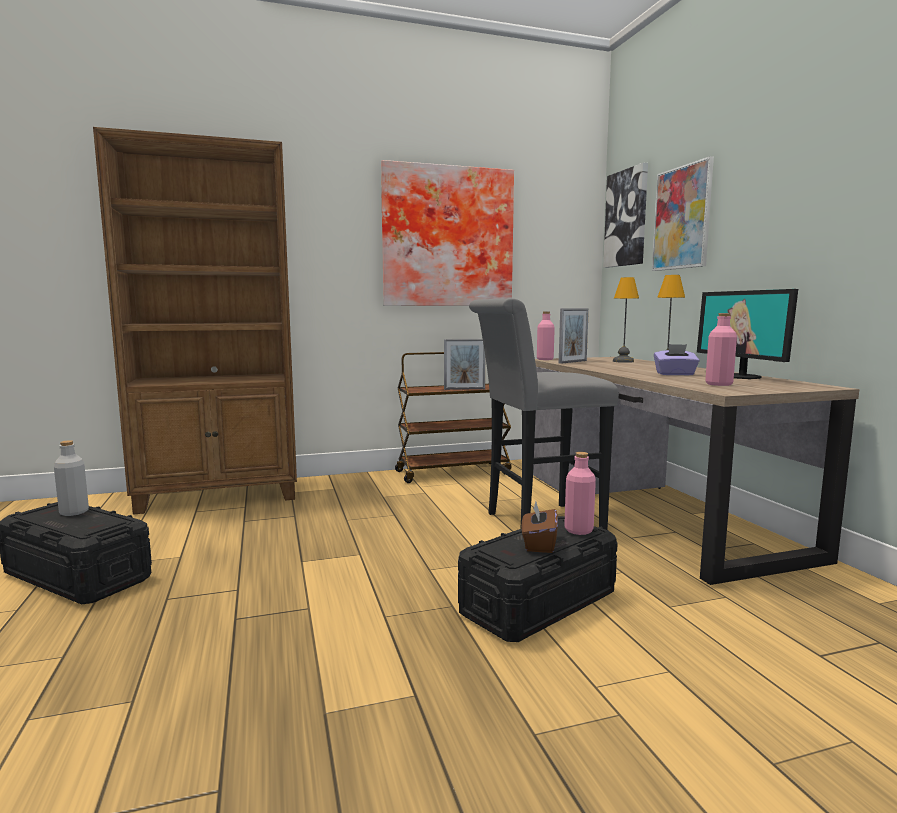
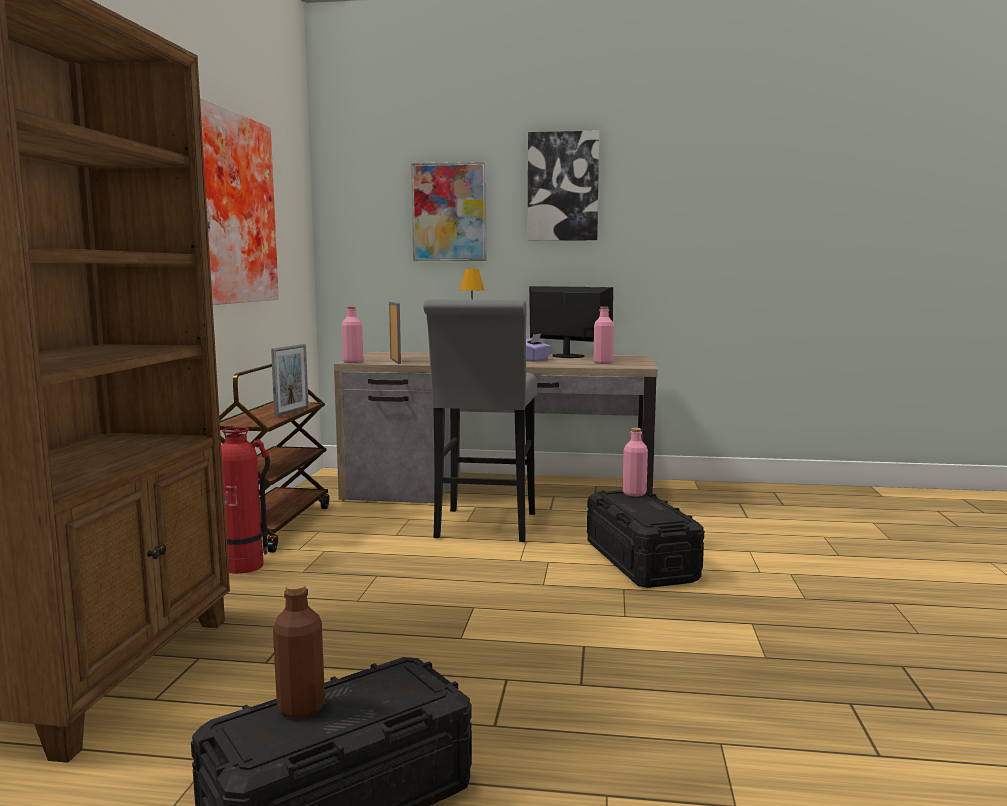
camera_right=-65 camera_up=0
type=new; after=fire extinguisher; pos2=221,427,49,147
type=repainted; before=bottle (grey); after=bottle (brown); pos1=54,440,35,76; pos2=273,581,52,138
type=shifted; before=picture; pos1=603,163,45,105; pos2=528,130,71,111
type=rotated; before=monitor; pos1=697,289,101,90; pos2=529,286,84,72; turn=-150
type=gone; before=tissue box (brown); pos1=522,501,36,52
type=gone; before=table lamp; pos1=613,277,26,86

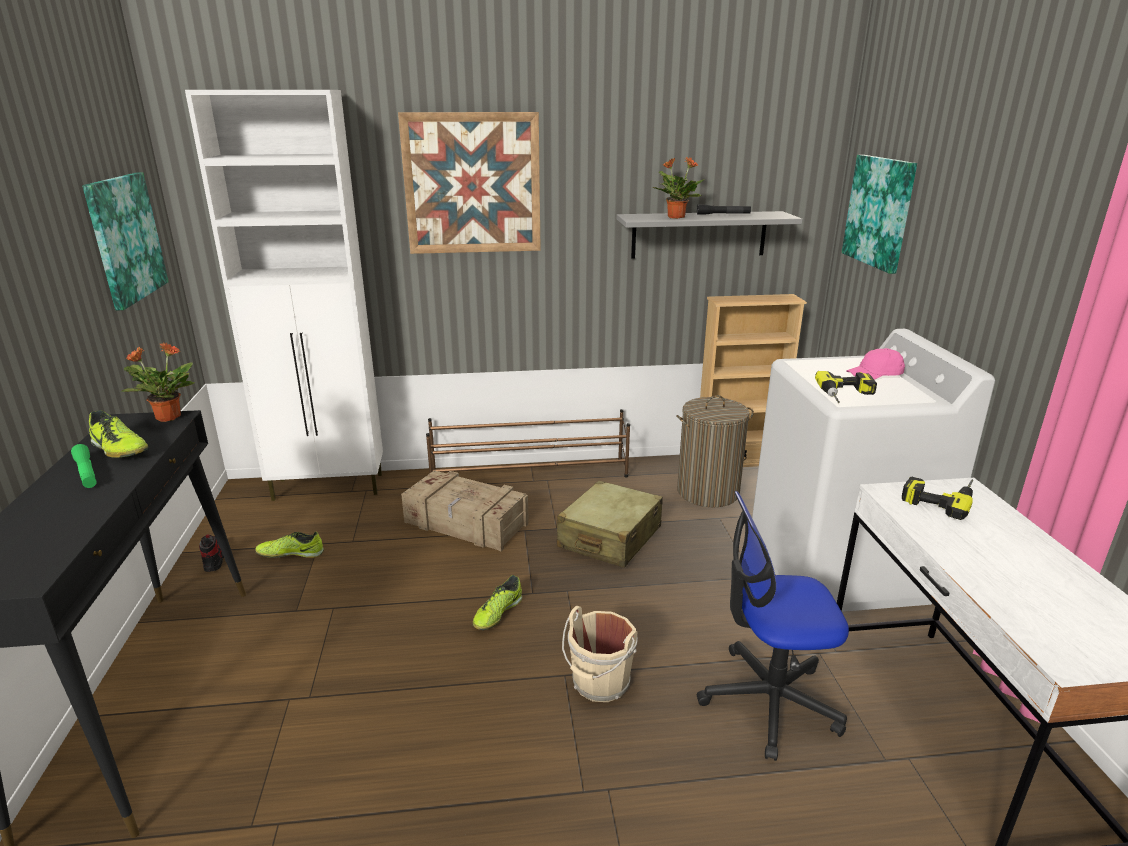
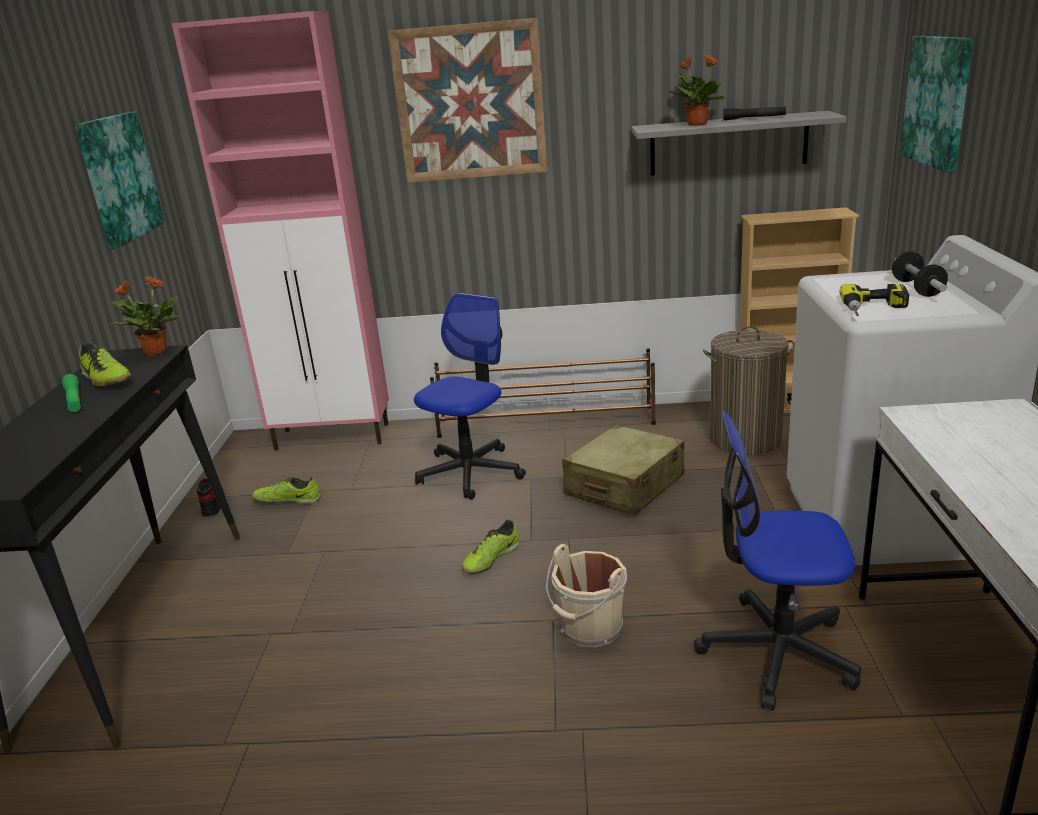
camera_right=10 camera_up=0
type=repainted; before=cabinet (white); after=cabinet (pink); pos1=185,90,198,411; pos2=172,11,217,440
type=swapped; before=crate; after=office chair; pos1=401,470,128,81; pos2=414,293,112,207
type=swapped; before=cap (pink); after=dumbbell; pos1=846,348,59,32; pos2=892,251,56,46
type=gone; before=power drill; pos1=902,477,72,43

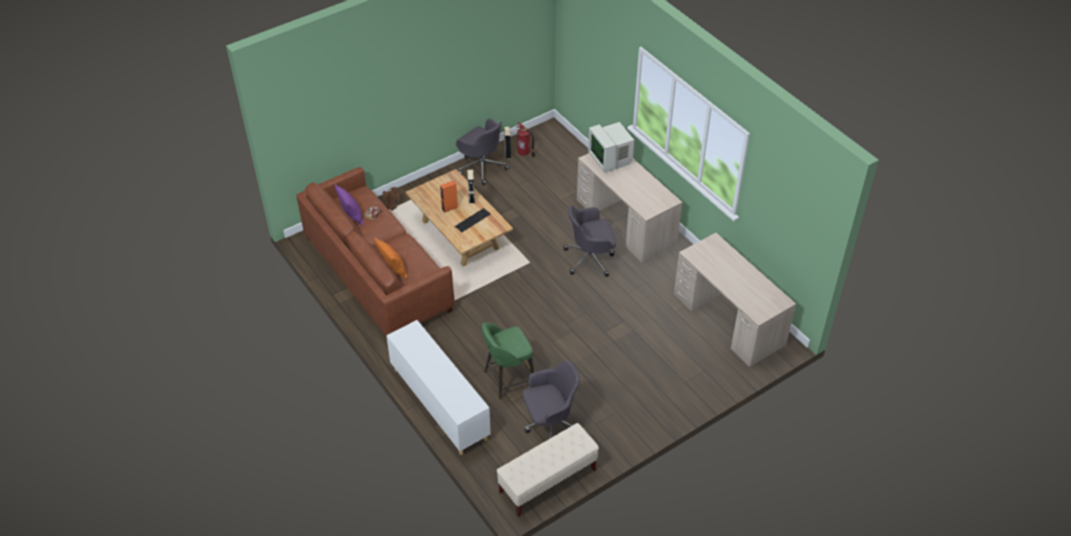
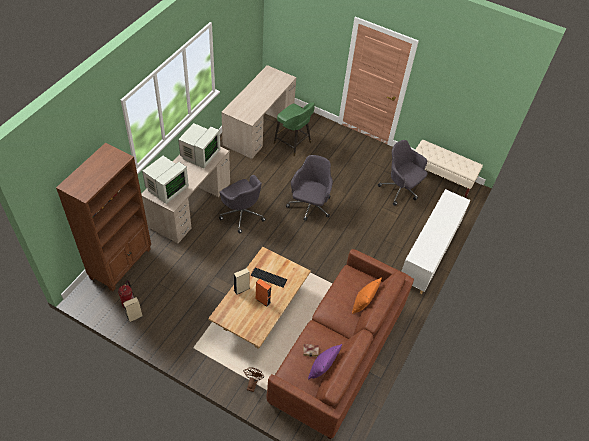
camera_right=-120 camera_up=5
type=new; after=bookcase (brown); pos2=56,143,95,148
type=new; after=monitor; pos2=178,123,42,45
type=shifted; before=stool (green); pos1=482,323,52,77; pos2=274,102,41,54
type=shifted; before=office chair (grey); pos1=456,119,53,66; pos2=286,155,47,66

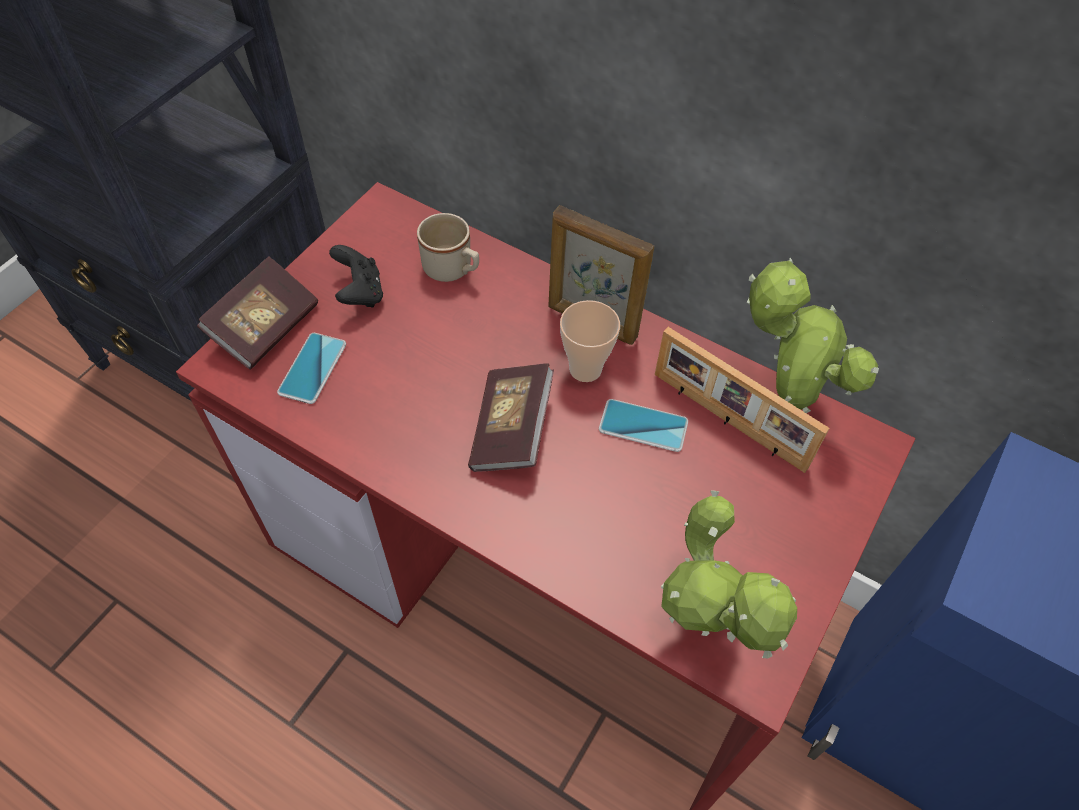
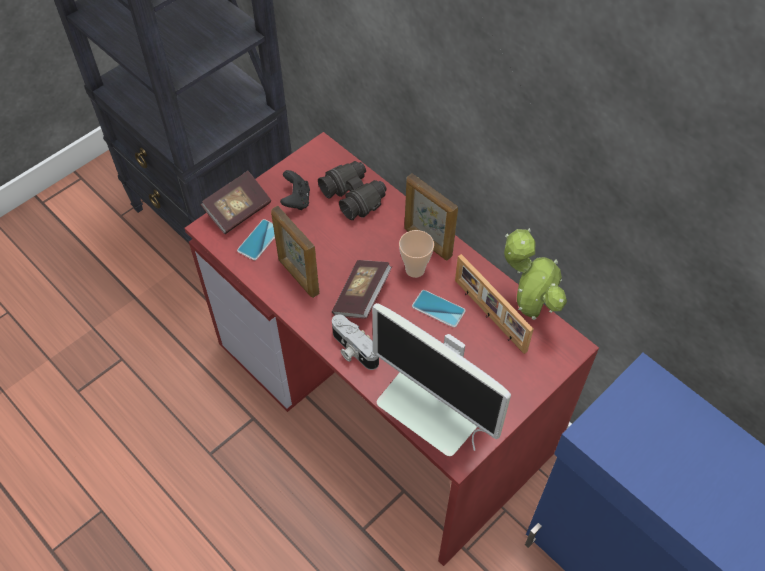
camera_right=15 camera_up=0
type=new; after=picture frame; pos2=271,206,49,92
type=swapped; before=mug (beige); after=binoculars (black); pos1=417,213,62,69; pos2=318,161,69,59
type=new; after=photo camera; pos2=332,314,47,56
type=swapped; before=potted plant; after=monitor; pos1=661,490,136,168; pos2=372,303,139,153

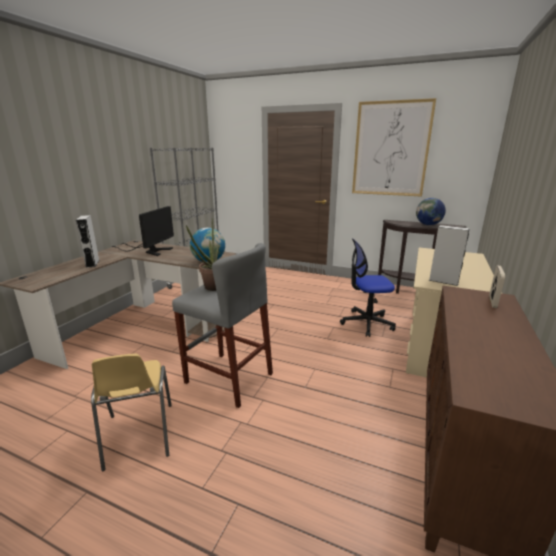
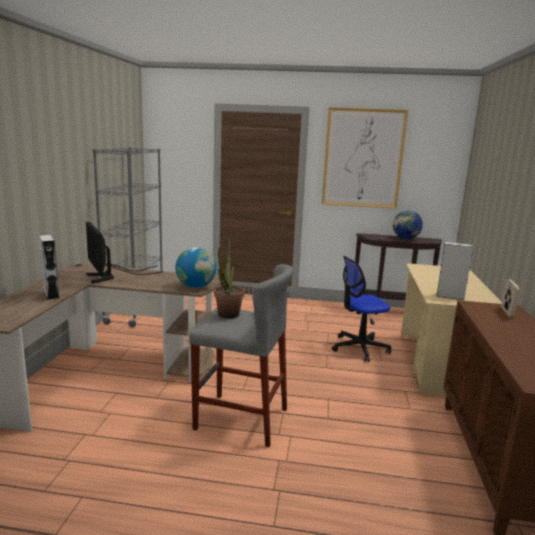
camera_right=-15 camera_up=-5
type=rotated; before=monitor; pos1=112,206,62,50; pos2=86,222,77,62; turn=150
type=gone; before=chair (yellow); pos1=91,354,81,117

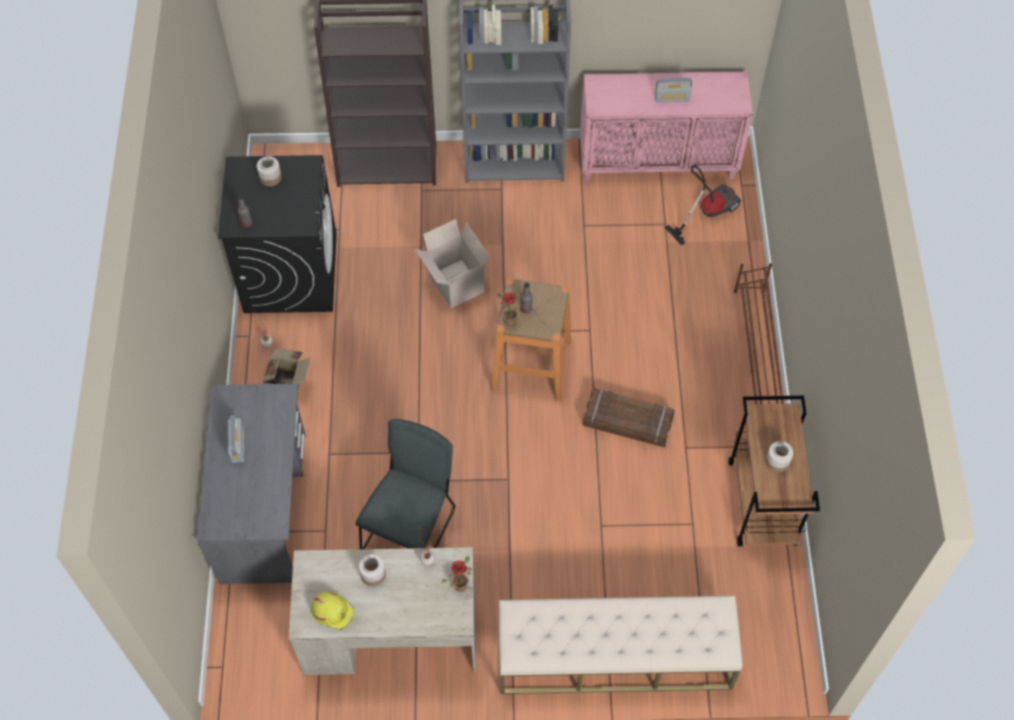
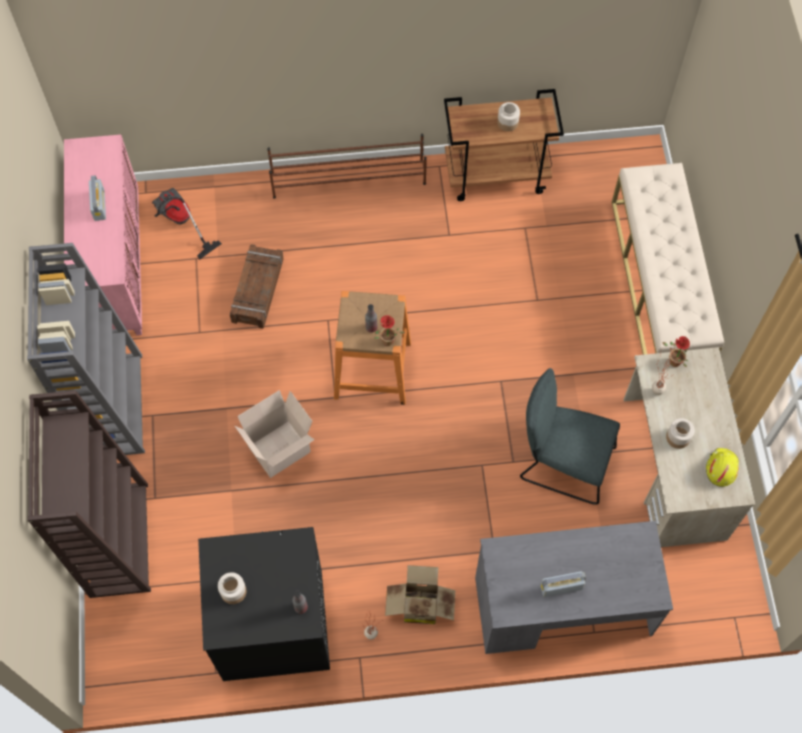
camera_right=-95 camera_up=5
type=shifted; before=crate; pos1=582,388,93,59; pos2=230,244,54,85

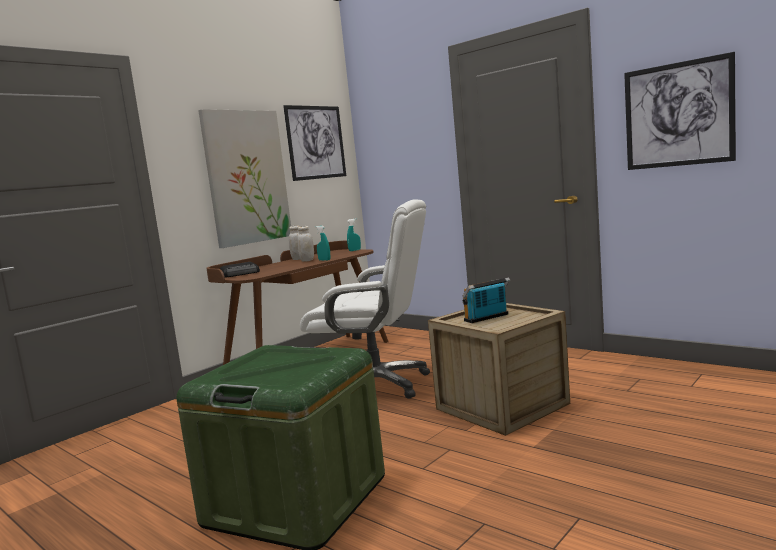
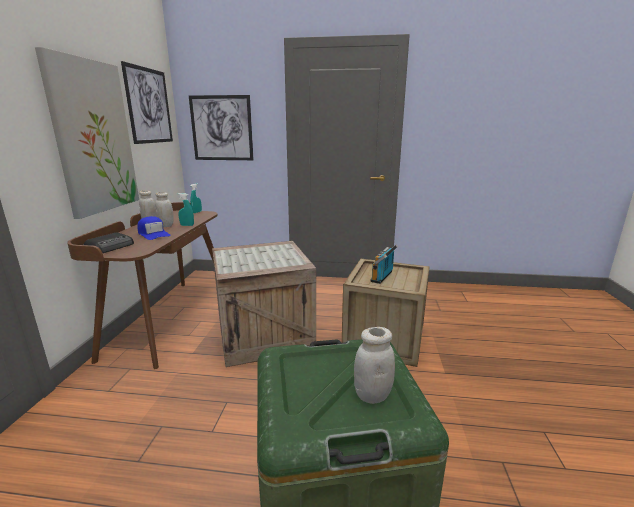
camera_right=-35 camera_up=10
type=new; after=cap (blue); pos2=137,216,34,24
type=shifted; before=picture; pos1=624,52,112,118; pos2=189,95,65,65
type=swapped; before=office chair (white); after=crate; pos1=300,200,130,199; pos2=212,241,104,126
type=new; after=jar (white); pos2=354,327,41,77

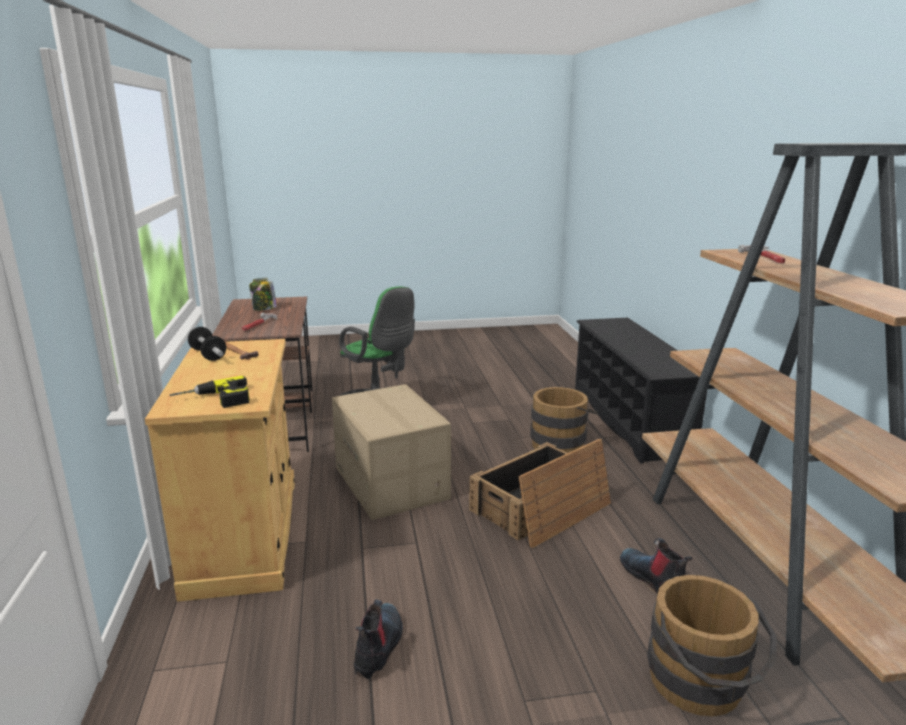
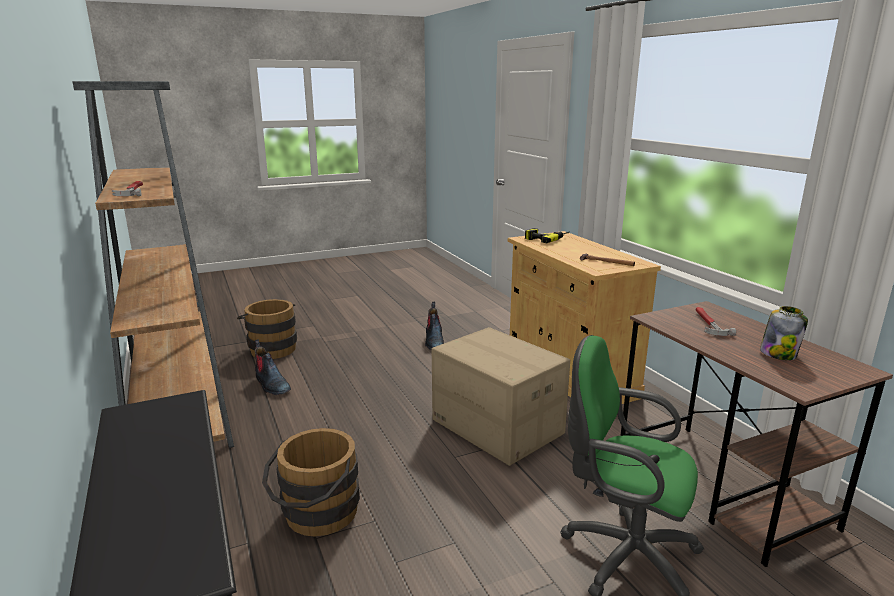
camera_right=165 camera_up=0
type=gone; before=dumbbell; pos1=188,327,38,34
type=gone; before=crate; pos1=469,439,142,109

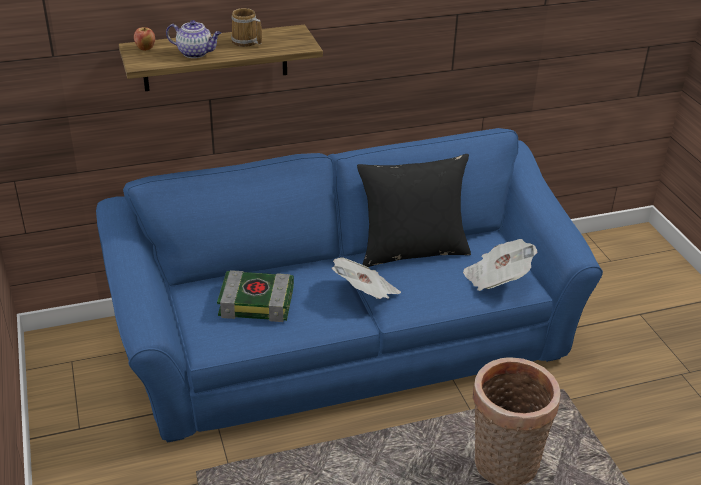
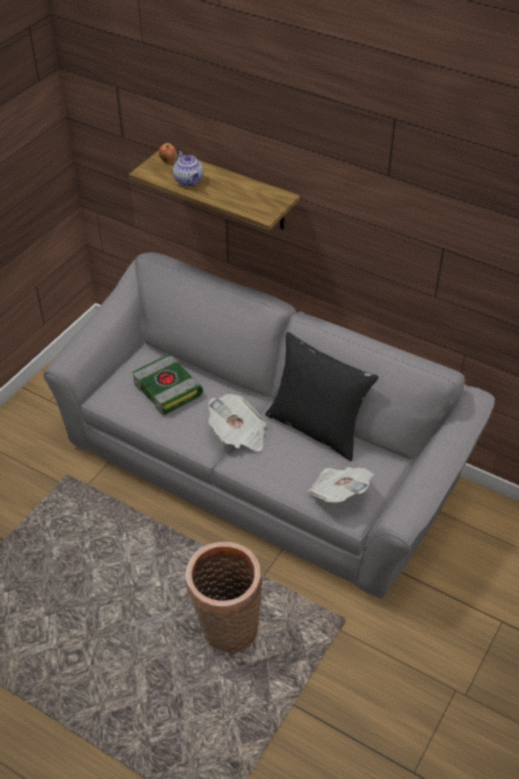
camera_right=50 camera_up=10
type=repainted; before=sofa (blue); after=sofa (grey); pos1=96,128,507,315; pos2=43,252,452,347
type=gone; before=mug; pos1=231,8,31,39

